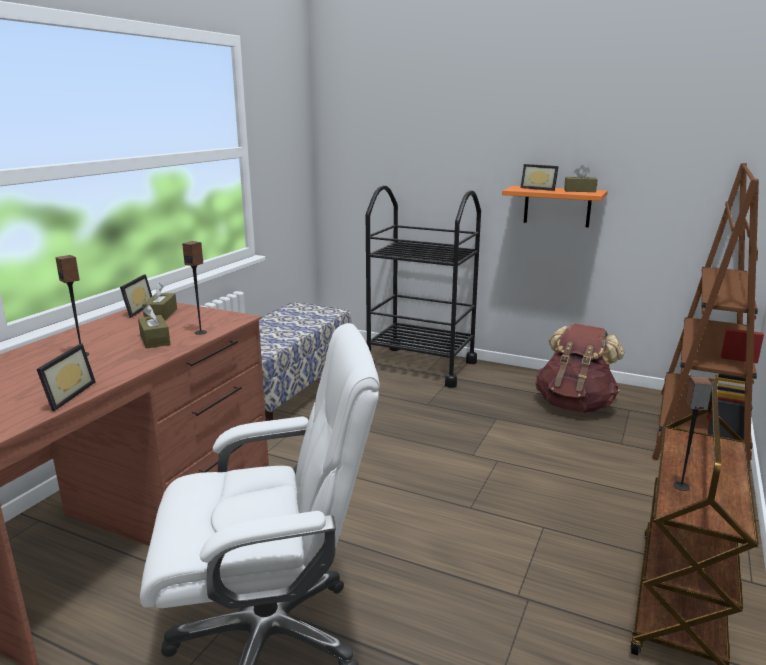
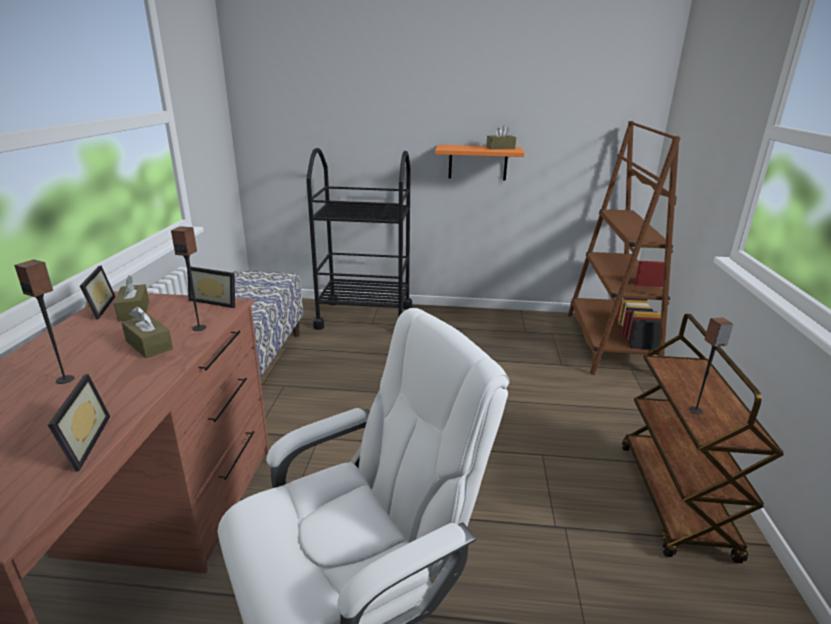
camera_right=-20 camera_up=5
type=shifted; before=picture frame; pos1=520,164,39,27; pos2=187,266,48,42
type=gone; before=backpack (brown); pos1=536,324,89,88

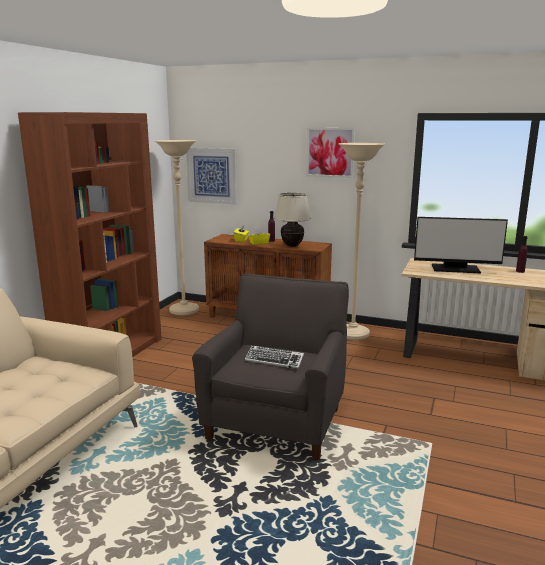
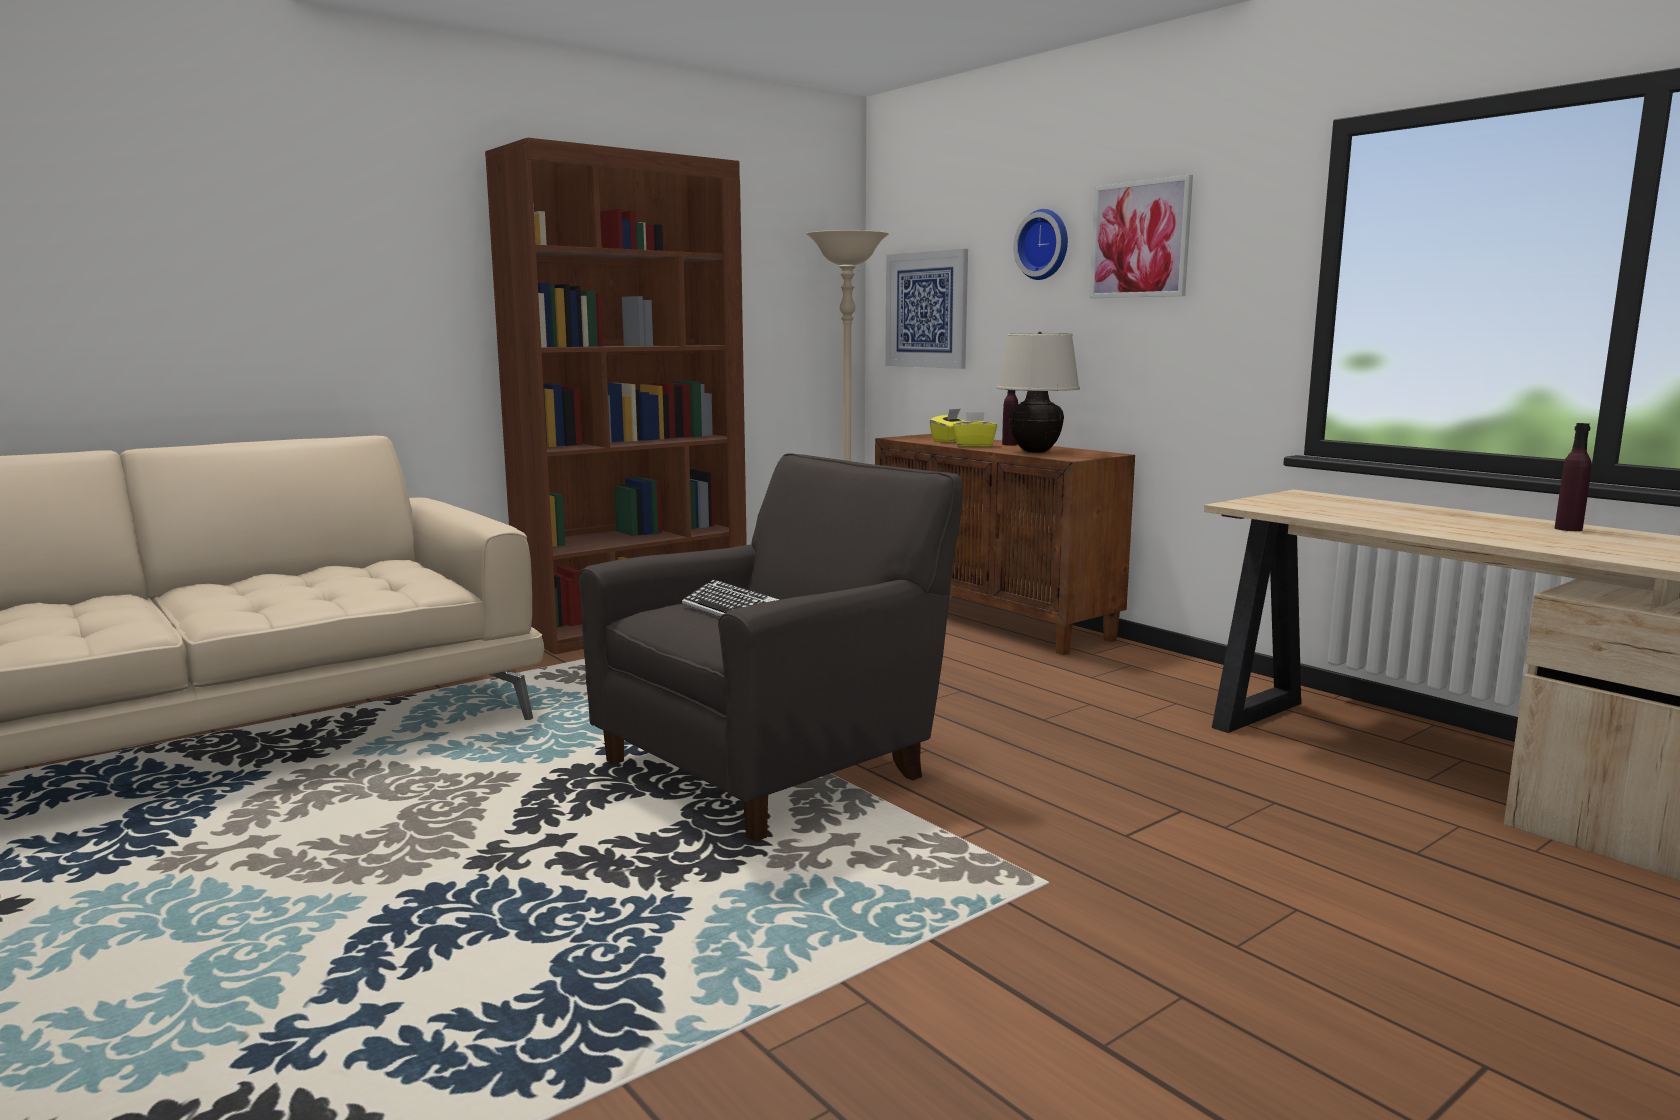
camera_right=30 camera_up=-5
type=new; after=wall clock; pos2=1013,209,55,71
type=gone; before=floor lamp (beige); pos1=339,143,47,197
type=gone; before=monitor; pos1=414,217,94,56

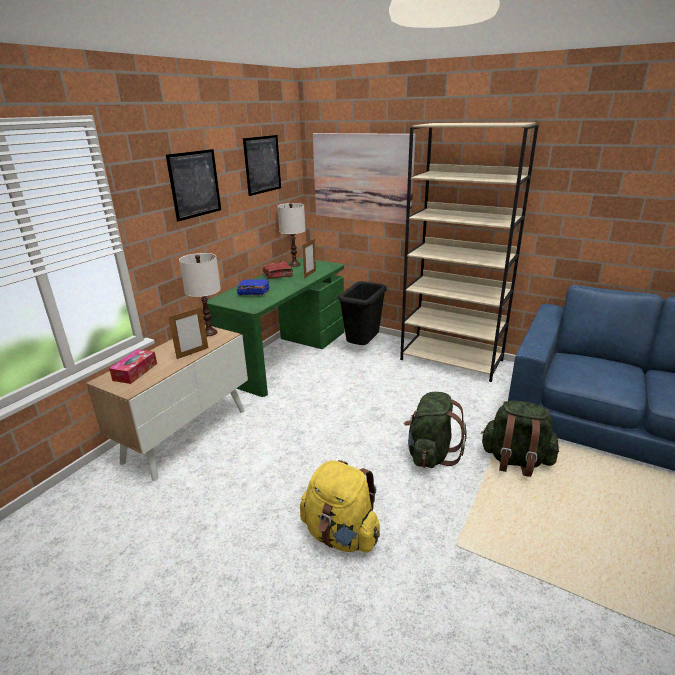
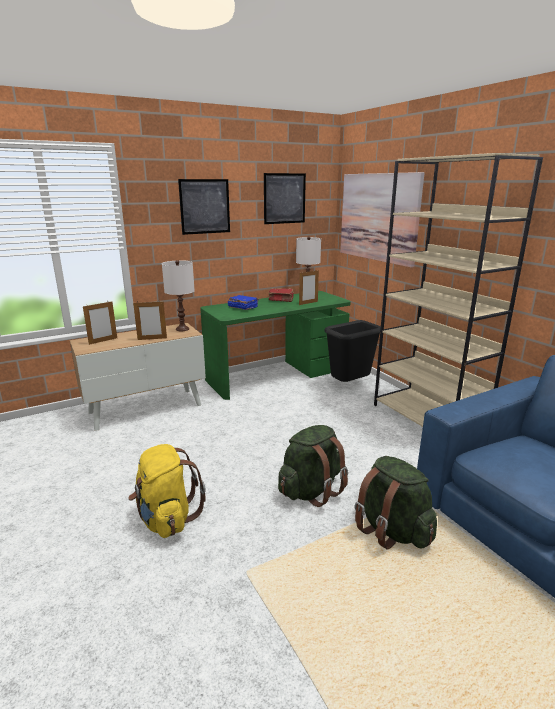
camera_right=30 camera_up=-5
type=swapped; before=tissue box; after=picture frame; pos1=109,349,48,35; pos2=83,302,34,43

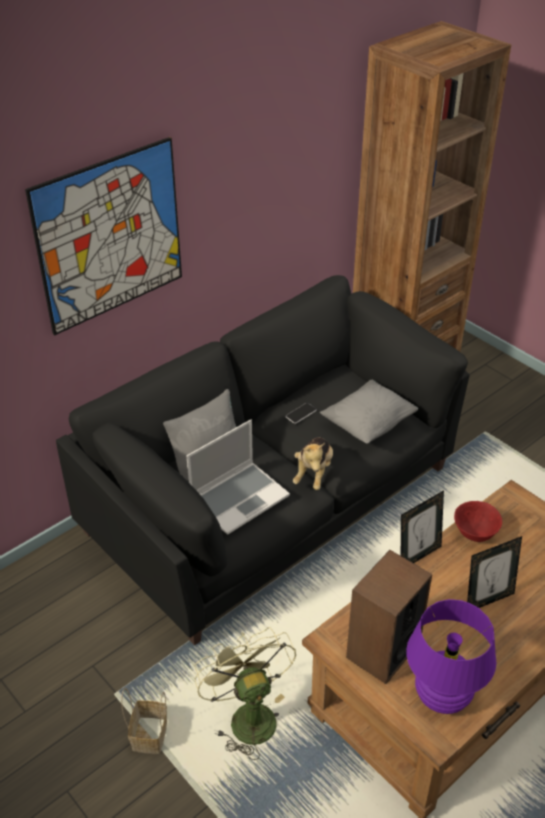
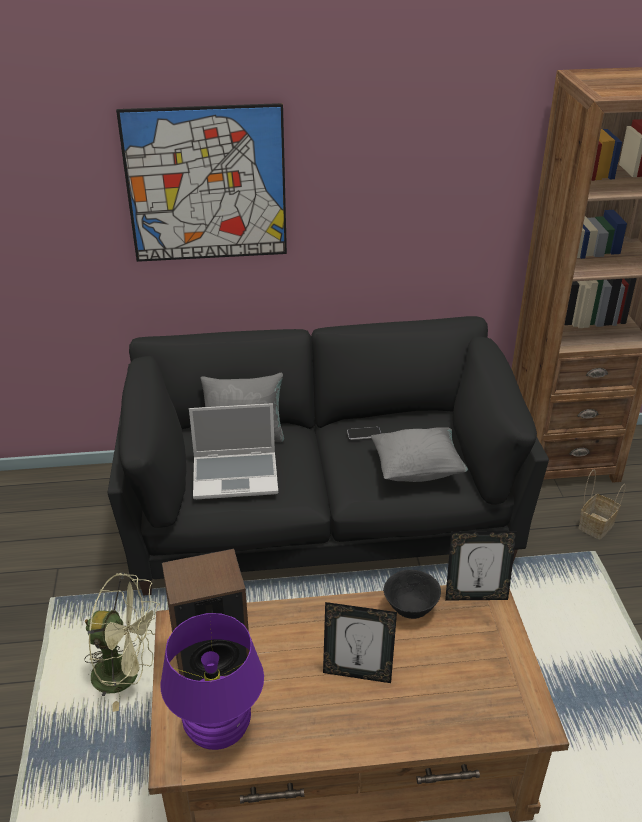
camera_right=35 camera_up=-5
type=rotated; before=fan (green); pos1=194,627,102,133; pos2=84,572,76,140; turn=90
type=repainted; before=bowl (red); after=bowl (black); pos1=454,501,48,41; pos2=383,570,58,49
type=shifted; before=picture frame; pos1=401,490,43,73; pos2=445,531,72,69
type=shifted; before=basket; pos1=121,688,46,66; pos2=578,470,48,70
type=gone; before=plush toy; pos1=293,437,40,53

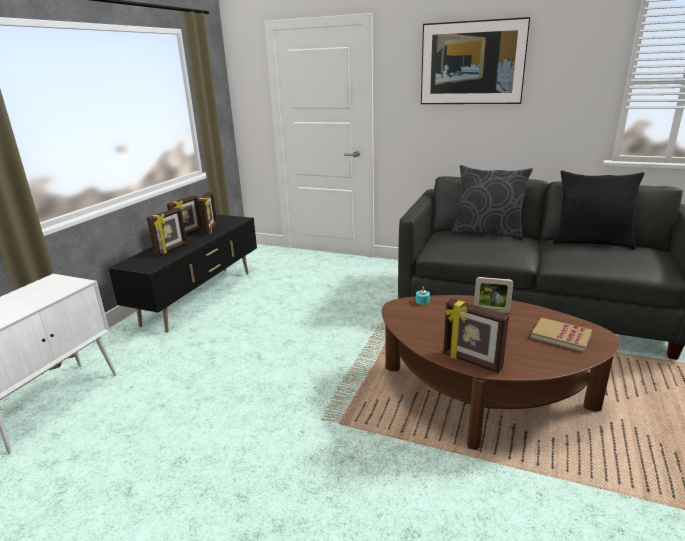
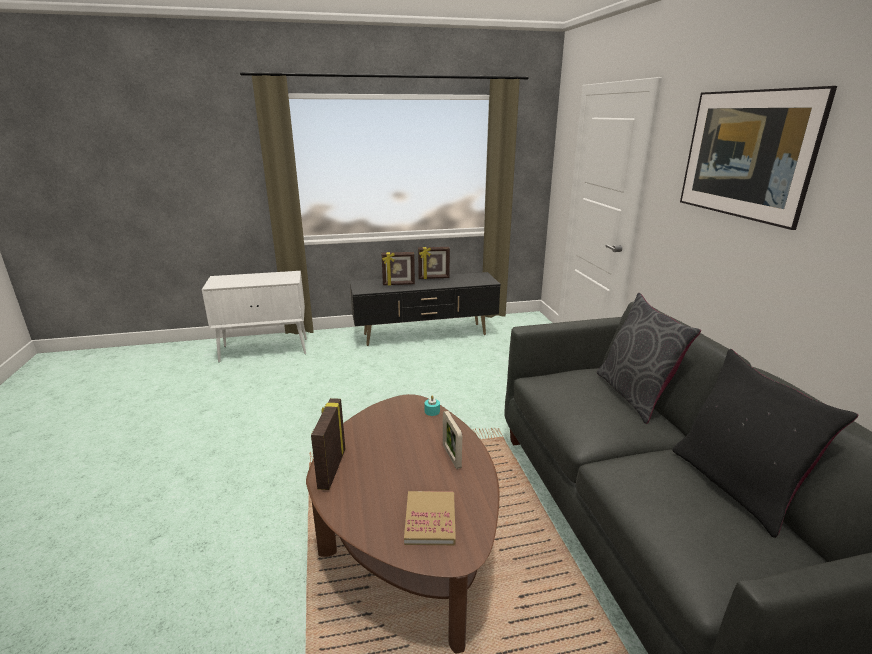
camera_right=55 camera_up=0
type=gone; before=picture frame; pos1=198,192,19,42

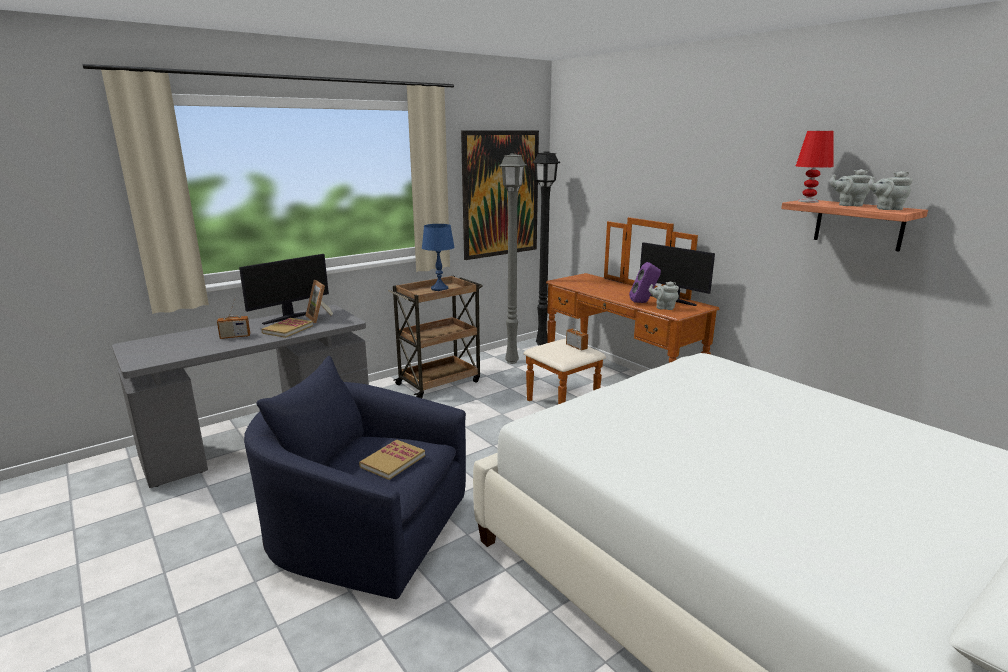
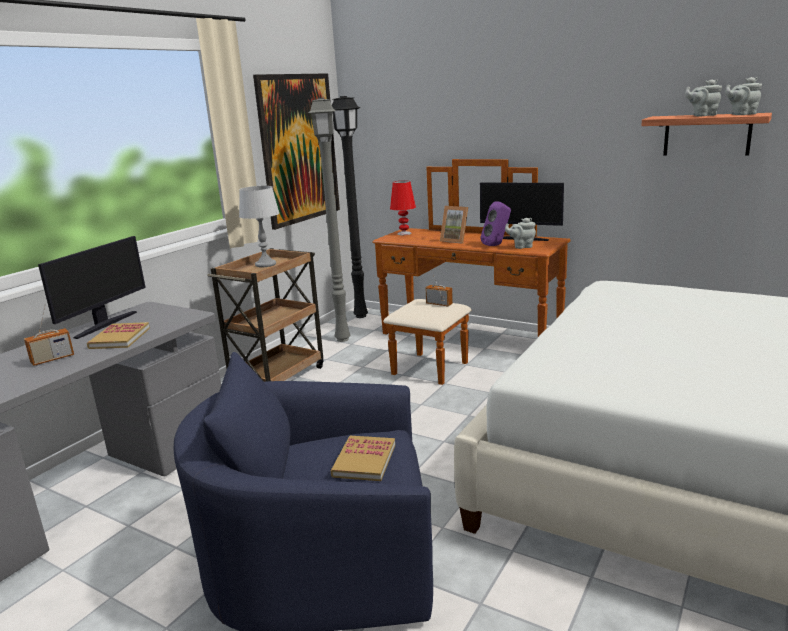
camera_right=-20 camera_up=0
type=repainted; before=table lamp (blue); after=table lamp (grey); pos1=422,224,33,67; pos2=239,186,40,81
type=shifted; before=table lamp (red); pos1=796,131,38,72; pos2=390,181,26,54
type=shifted; before=picture frame; pos1=305,280,28,43; pos2=440,206,28,38

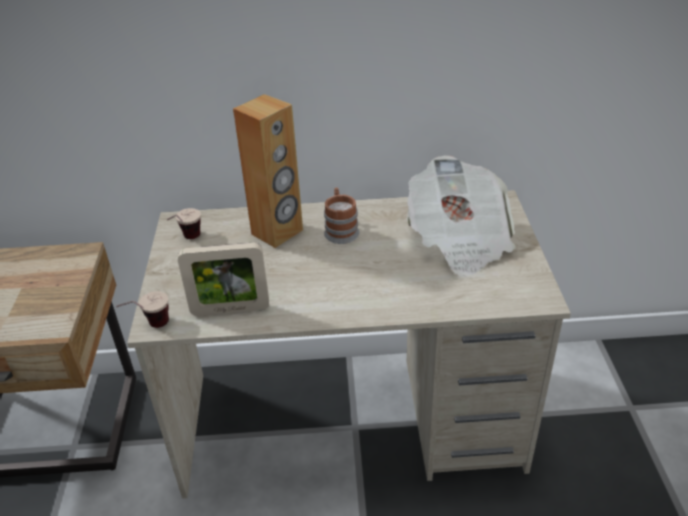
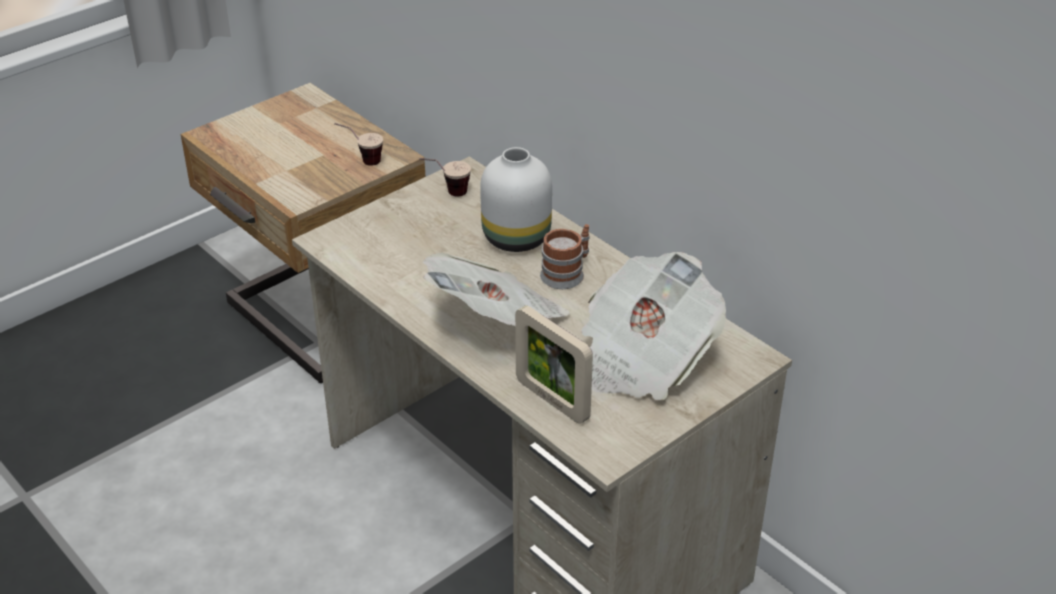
camera_right=50 camera_up=0
type=shifted; before=cup; pos1=116,291,53,37; pos2=334,123,49,43
type=new; after=newspaper; pos2=423,253,147,73
type=swapped; before=speaker (brown); after=vase (white); pos1=233,94,70,154; pos2=480,147,72,105
type=shifted; before=picture frame; pos1=178,243,91,73; pos2=515,305,78,119

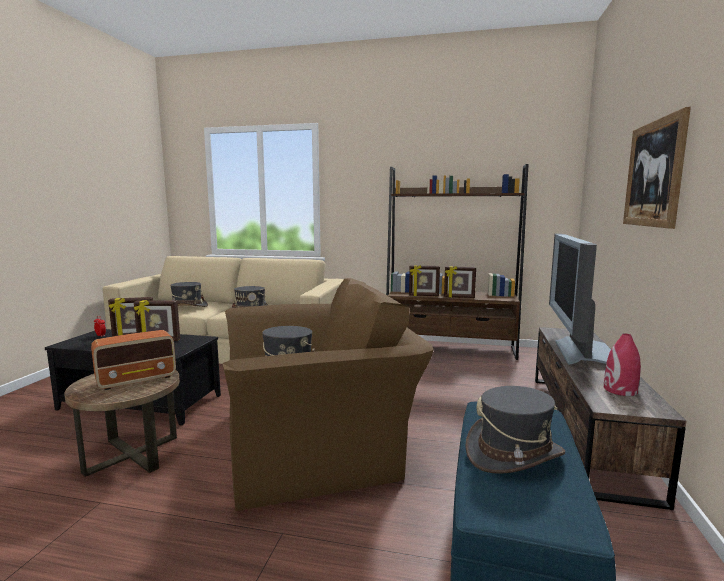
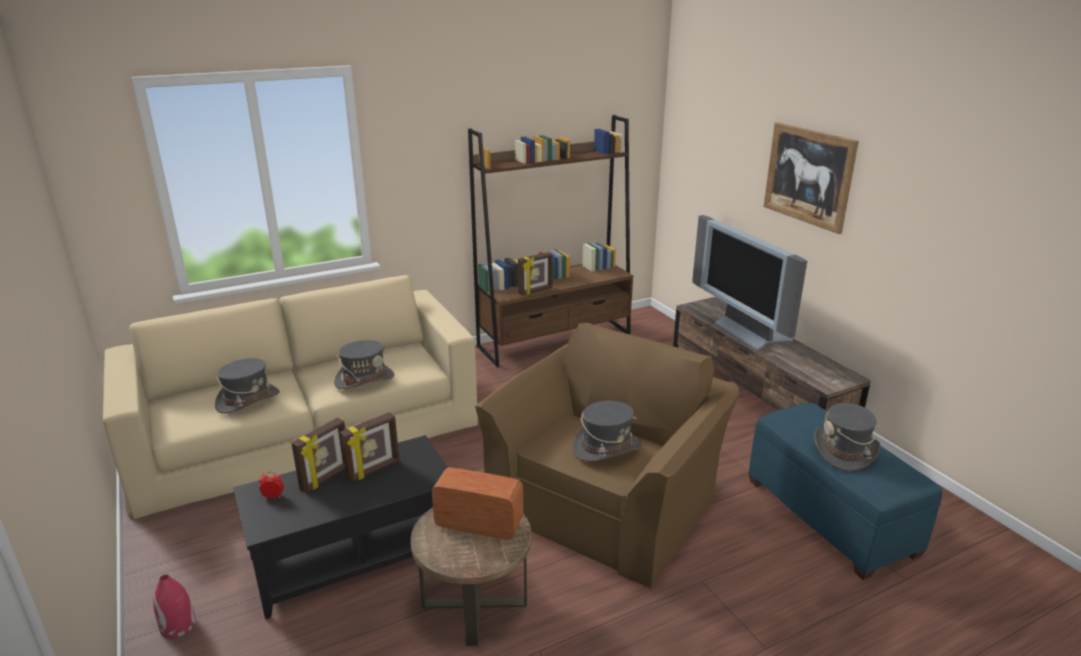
camera_right=-40 camera_up=15
type=shifted; before=vase (red); pos1=604,334,37,62; pos2=153,575,43,63
type=rotated; before=radio; pos1=91,330,85,60; pos2=432,467,91,73; turn=-90
type=gone; before=picture frame; pos1=444,266,32,32

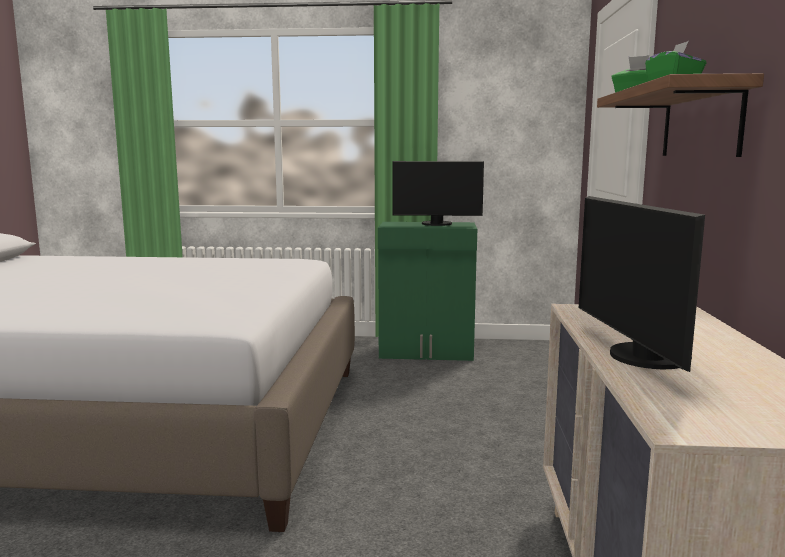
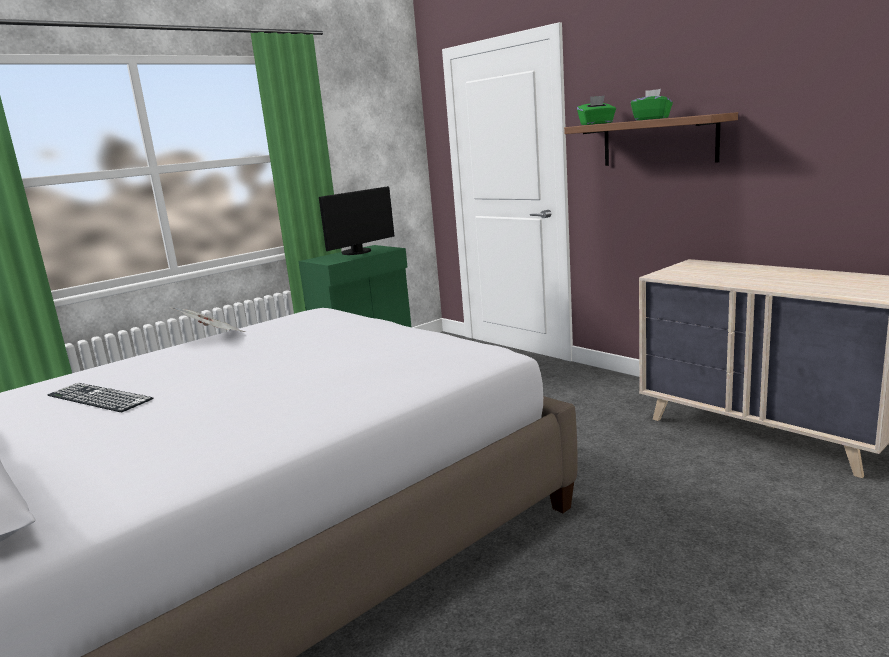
camera_right=-45 camera_up=5
type=new; after=keyboard; pos2=48,383,105,29
type=new; after=newspaper; pos2=168,307,78,25
type=gone; before=monitor; pos1=579,196,126,176

